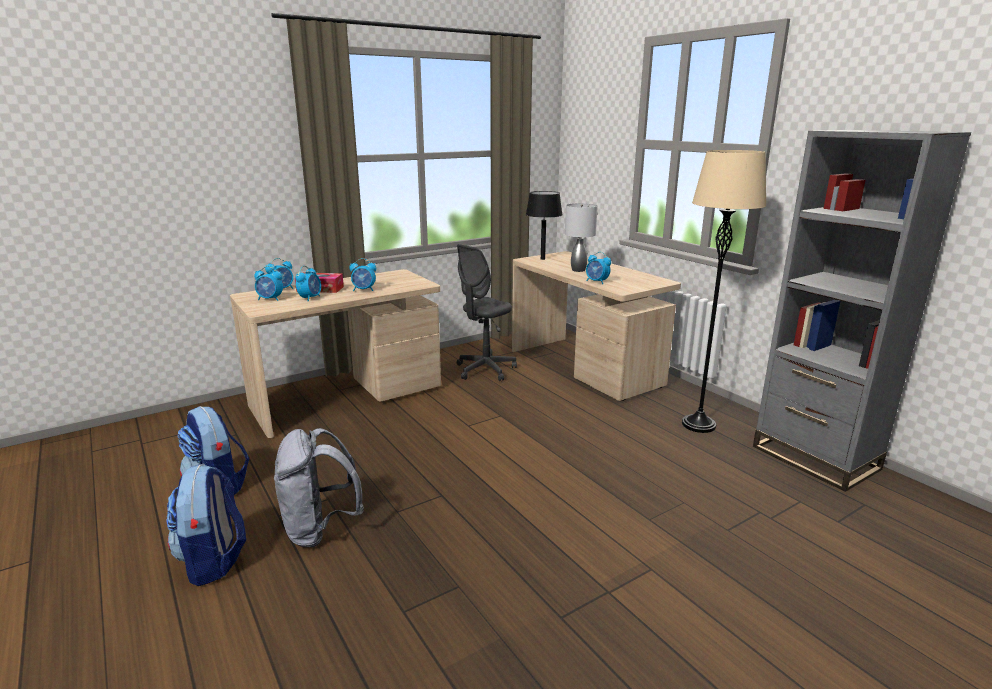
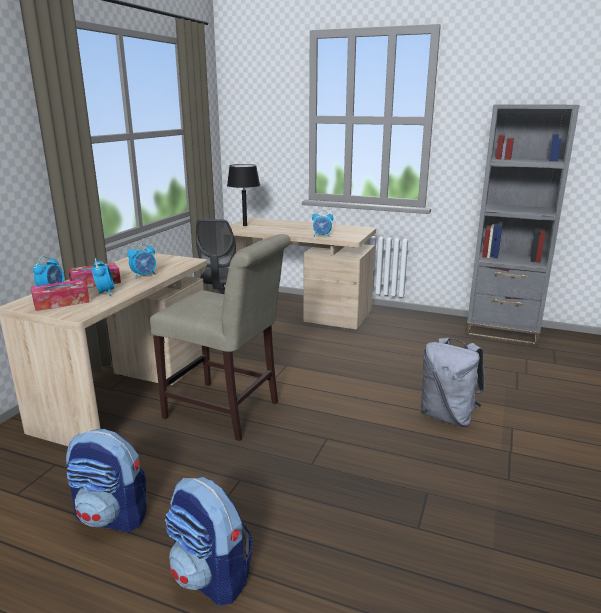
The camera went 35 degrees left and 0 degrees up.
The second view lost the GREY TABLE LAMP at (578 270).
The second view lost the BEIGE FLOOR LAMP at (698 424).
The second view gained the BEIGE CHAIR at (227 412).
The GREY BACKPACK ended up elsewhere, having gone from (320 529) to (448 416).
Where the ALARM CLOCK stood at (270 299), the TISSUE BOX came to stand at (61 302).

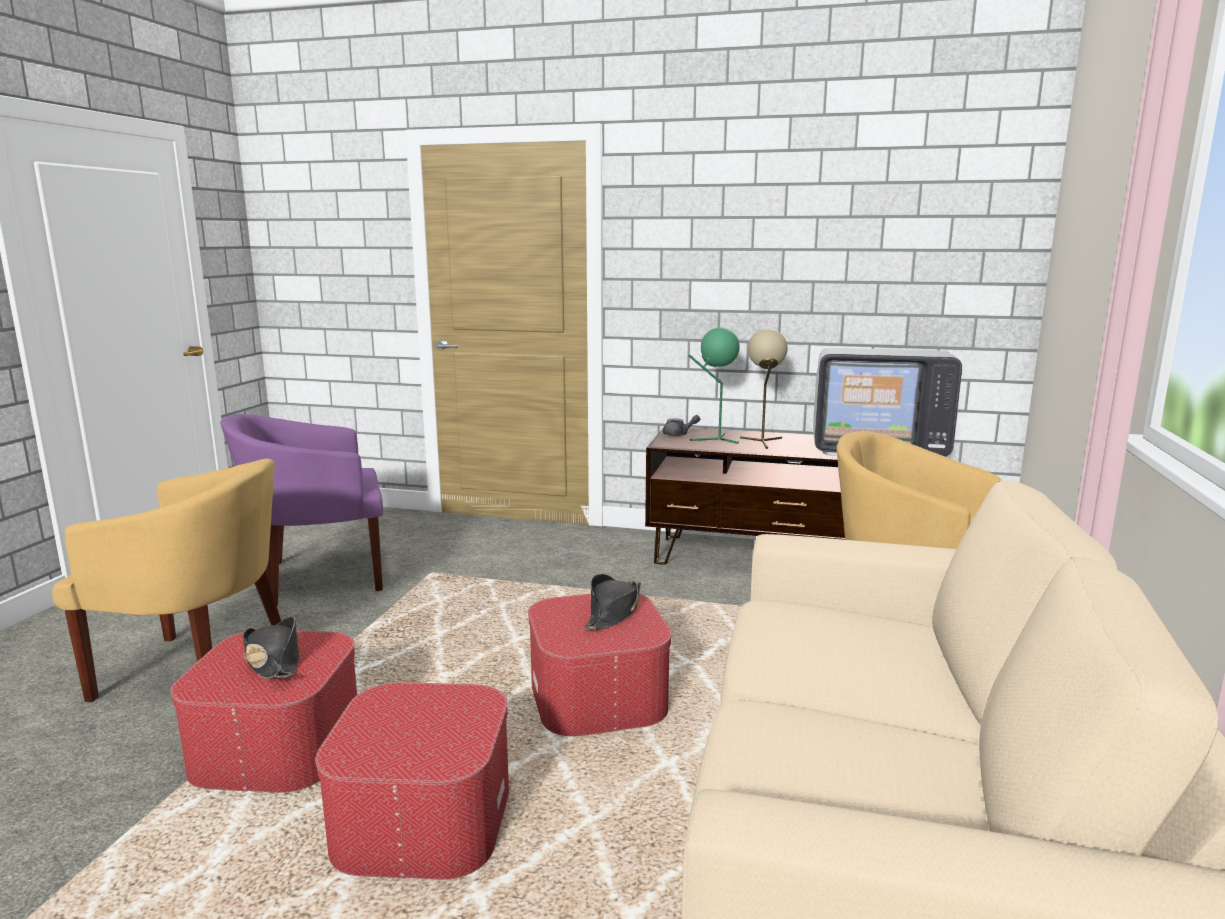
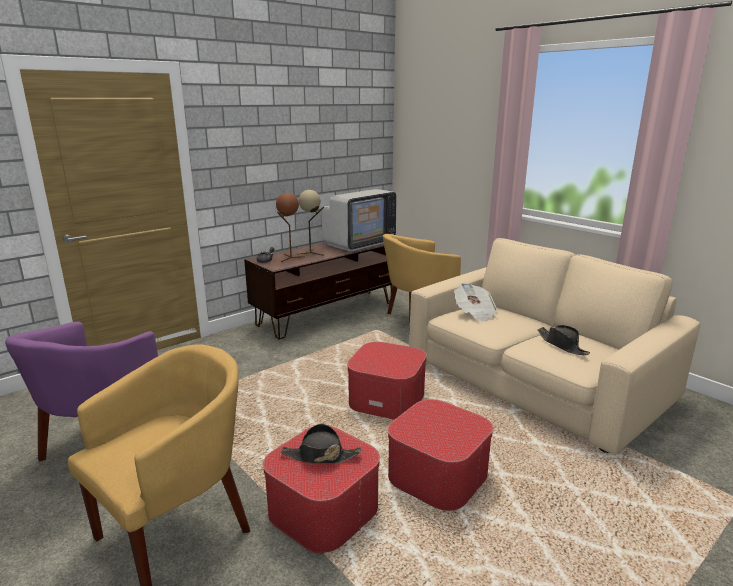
The camera went 55 degrees left and 5 degrees up.
The second view gained the NEWSPAPER at (475 313).
The BLACK HAT ended up elsewhere, having gone from (613 612) to (562 345).
What was the GREEN TABLE LAMP at (715 439) turned into the BROWN TABLE LAMP at (289 258).

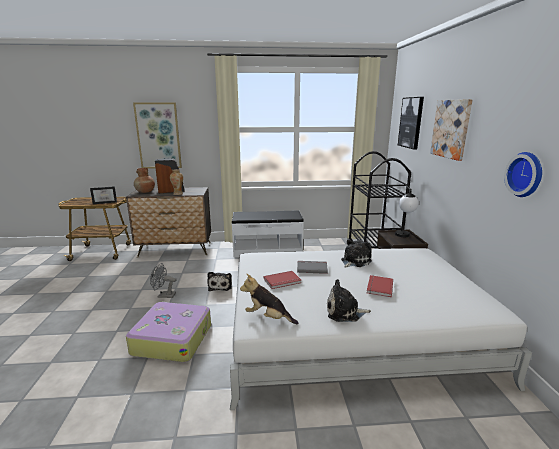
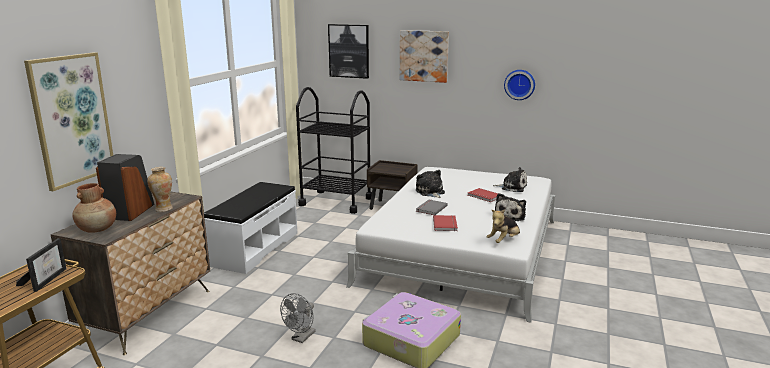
The camera went 65 degrees left and 0 degrees up.
The second view lost the TABLE LAMP at (403 237).
The PLUSH TOY ended up elsewhere, having gone from (220 286) to (512 187).

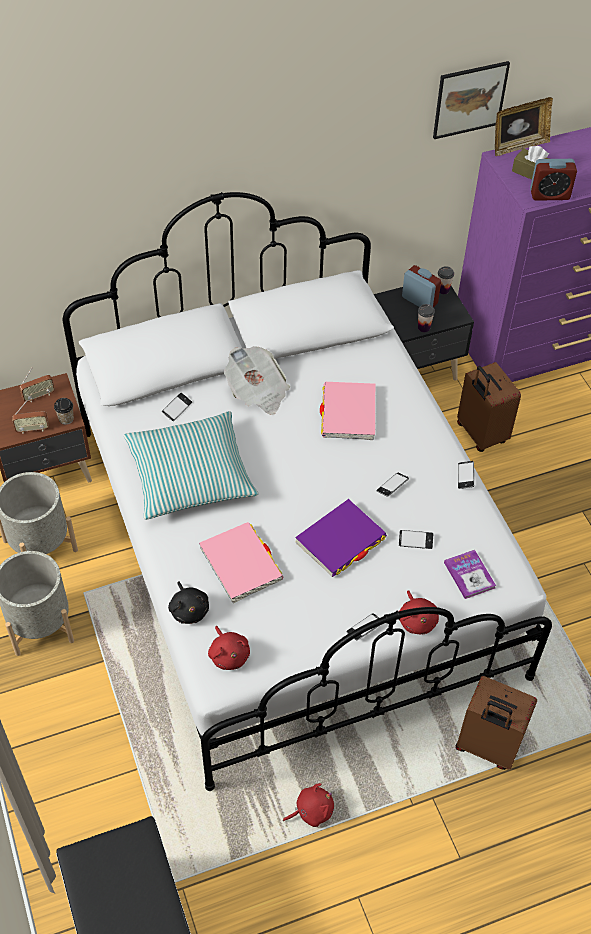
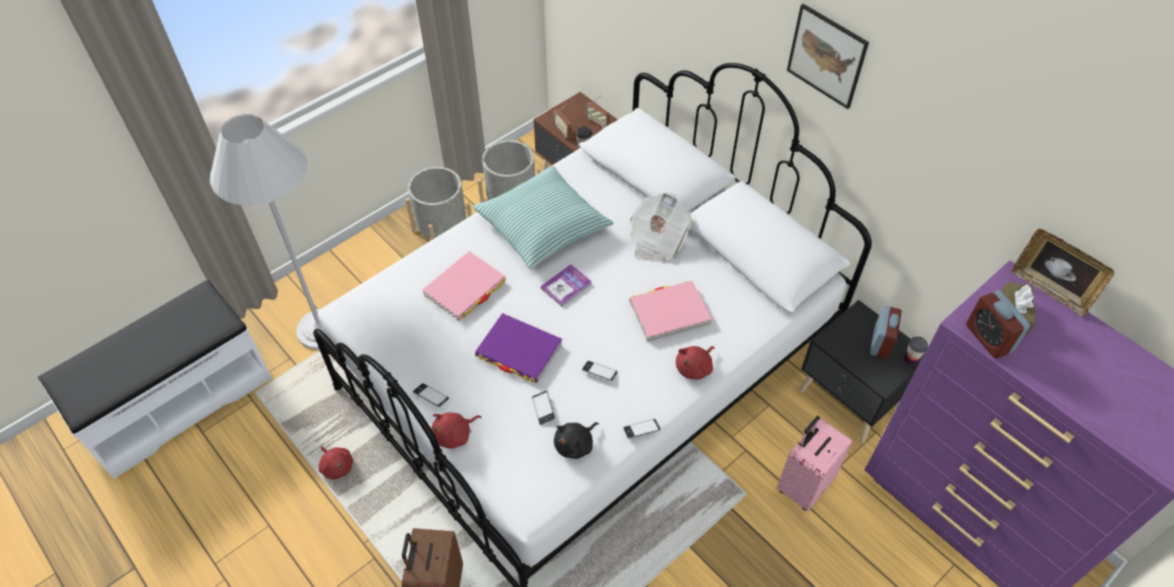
The camera went 70 degrees right and 0 degrees up.
The second view lost the PHONE at (177 409).
The second view lost the CUP at (424 327).
The second view gained the WHITE FLOOR LAMP at (321 329).
The BLACK PLUSH TOY ended up elsewhere, having gone from (189 609) to (575 445).
The RED PLUSH TOY ended up elsewhere, having gone from (229 654) to (695 368).
The PICTURE ended up elsewhere, having gone from (470 99) to (826 56).
The BOOK ended up elsewhere, having gone from (469 575) to (566 286).
What was the BROWN SUITCASE at (480 434) turned into the PINK SUITCASE at (803 485).

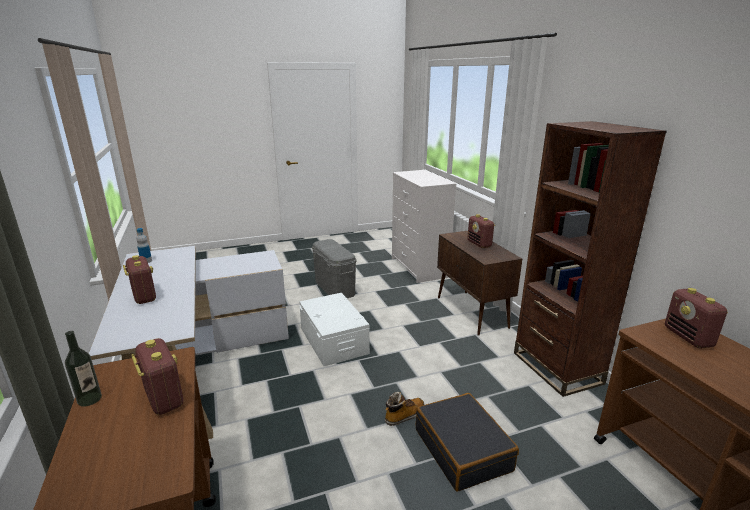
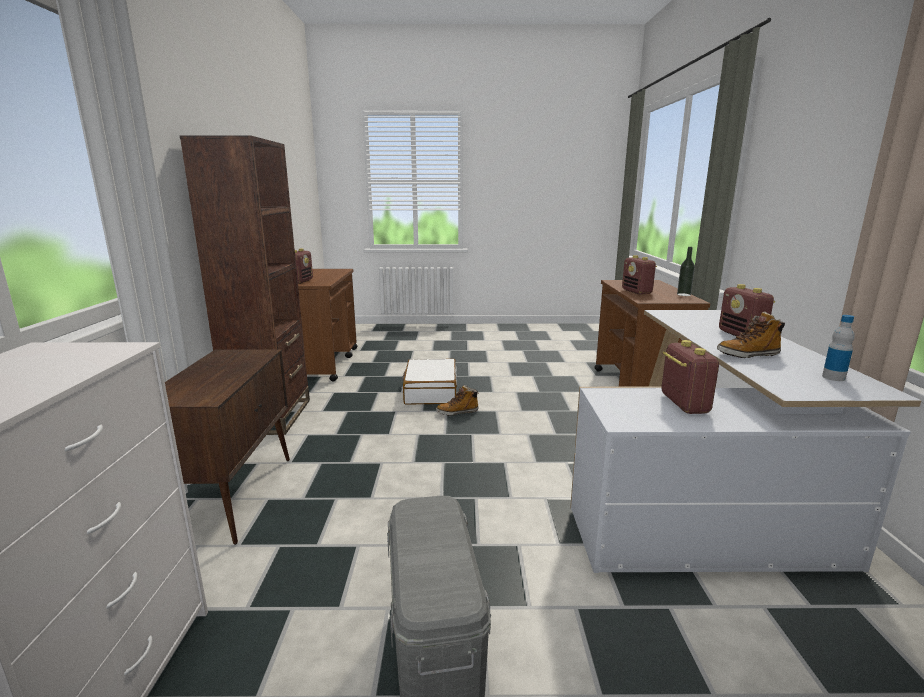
The camera went 160 degrees left and 5 degrees down.
The second view lost the WHITE STORAGE BOX at (333 340).
The second view gained the BOOT at (748 355).
The RADIO ended up elsewhere, having gone from (479 244) to (683 404).
What was the BLACK SUITCASE at (463 449) turned into the WHITE SUITCASE at (430 391).

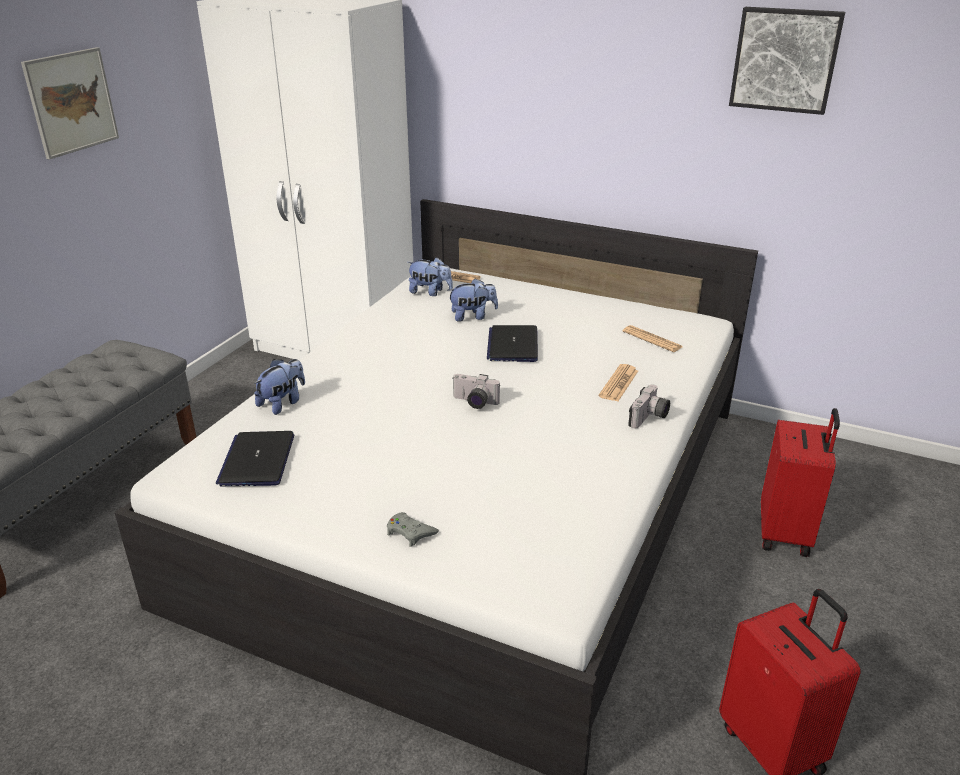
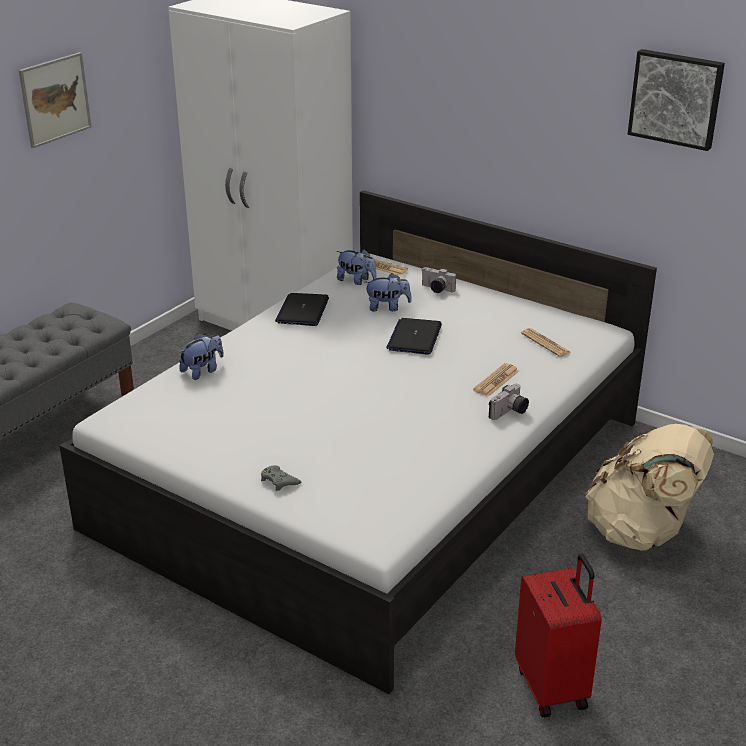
The camera went 10 degrees right and 0 degrees up.
The LAPTOP ended up elsewhere, having gone from (257 460) to (302 311).
The PHOTO CAMERA ended up elsewhere, having gone from (474 403) to (436 289).
Where the RED SUITCASE stood at (786 533), the BEIGE BACKPACK came to stand at (642 532).

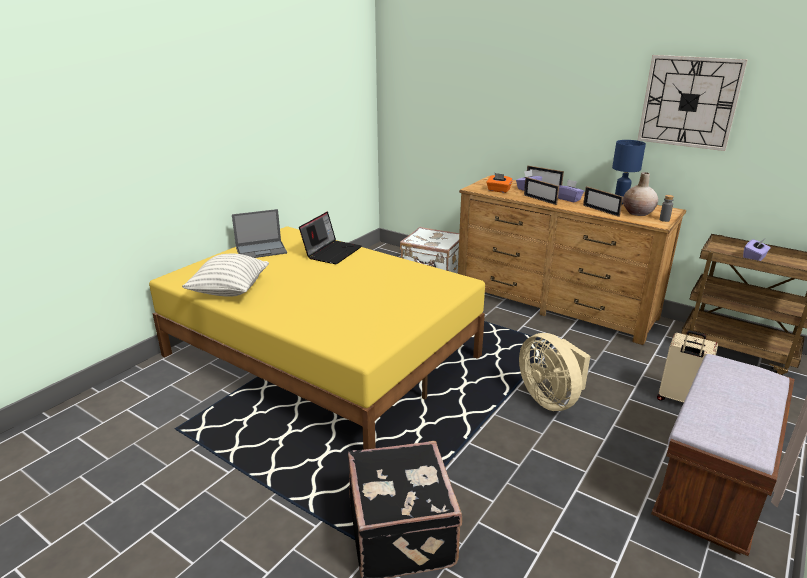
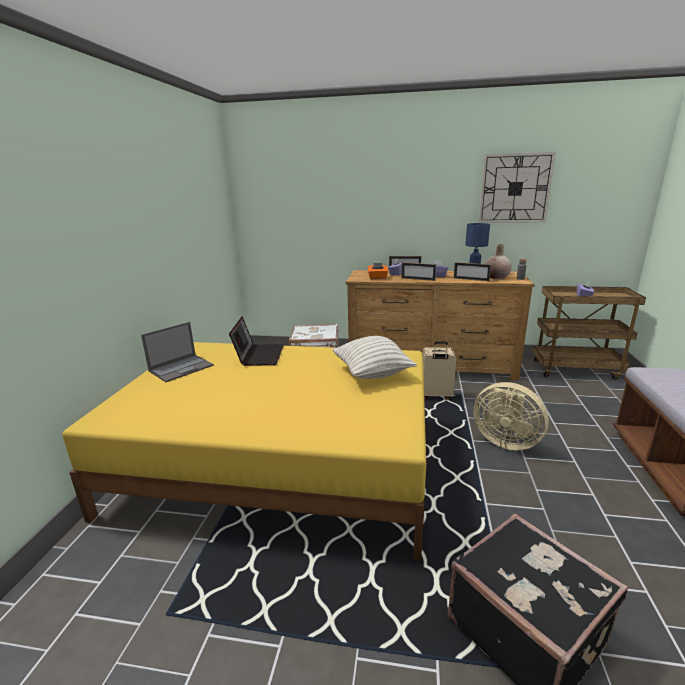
The camera went 25 degrees left and 5 degrees down.
The PILLOW ended up elsewhere, having gone from (230 291) to (372 374).
The BEIGE SUITCASE ended up elsewhere, having gone from (679 400) to (436 396).

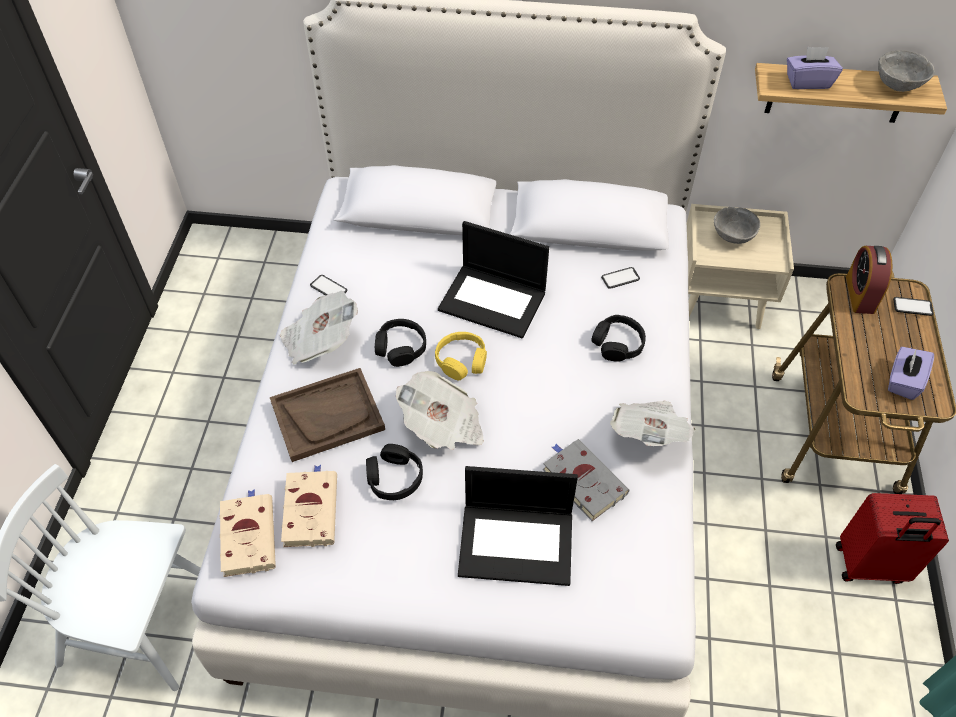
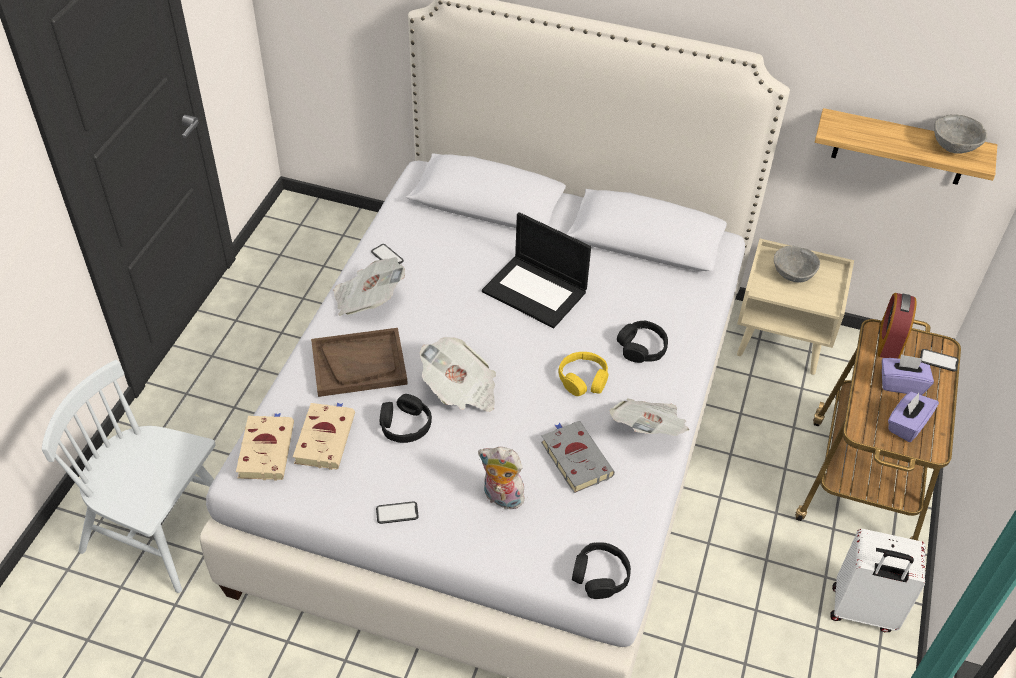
The camera went 10 degrees right and 5 degrees down.
The BLACK HEADPHONES ended up elsewhere, having gone from (400 347) to (600 575).
The YELLOW HEADPHONES ended up elsewhere, having gone from (461 361) to (583 379).
The PHONE ended up elsewhere, having gone from (620 278) to (397 513).
The PURPLE TISSUE BOX ended up elsewhere, having gone from (808 82) to (901 384).
Where the LAPTOP stood at (517 543), the PLUSH TOY came to stand at (501 498).
What was the RED SUITCASE at (870 566) turned into the WHITE SUITCASE at (862 611).

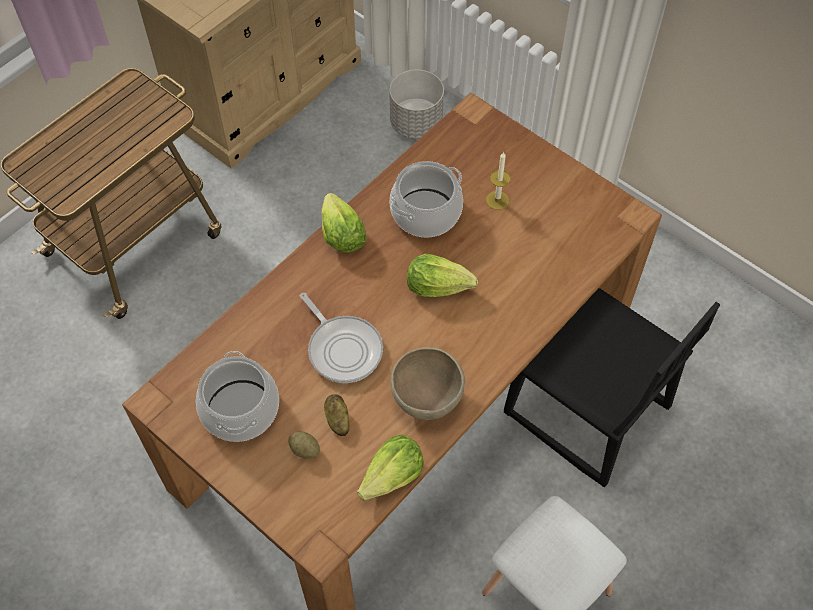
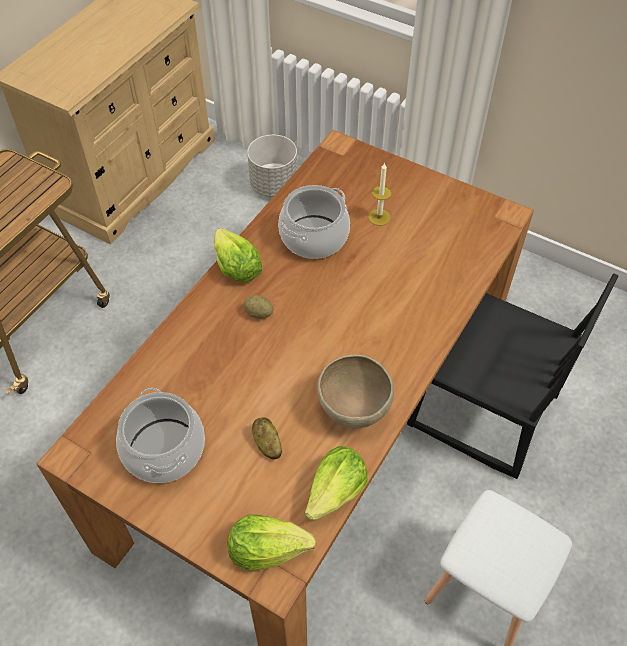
The camera went 10 degrees left and 5 degrees down.
The second view lost the FRYING PAN at (343 348).
The POTATO ended up elsewhere, having gone from (305 449) to (258 313).
The LETTUCE ended up elsewhere, having gone from (438 285) to (268 548).

